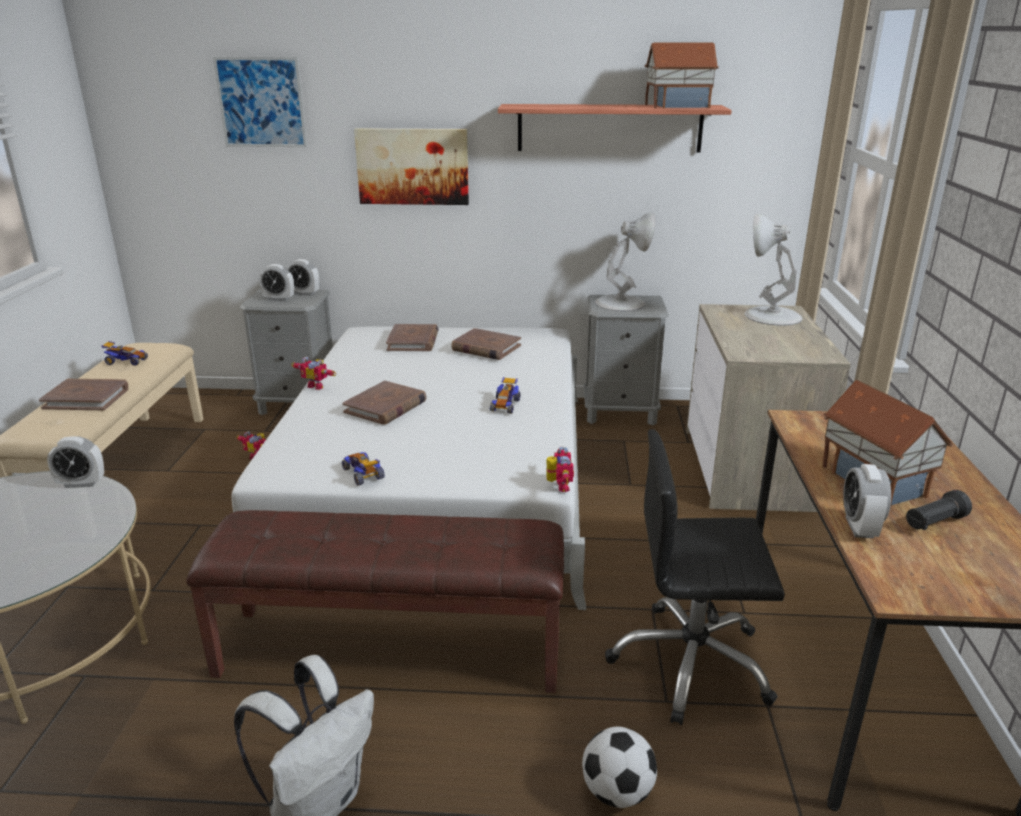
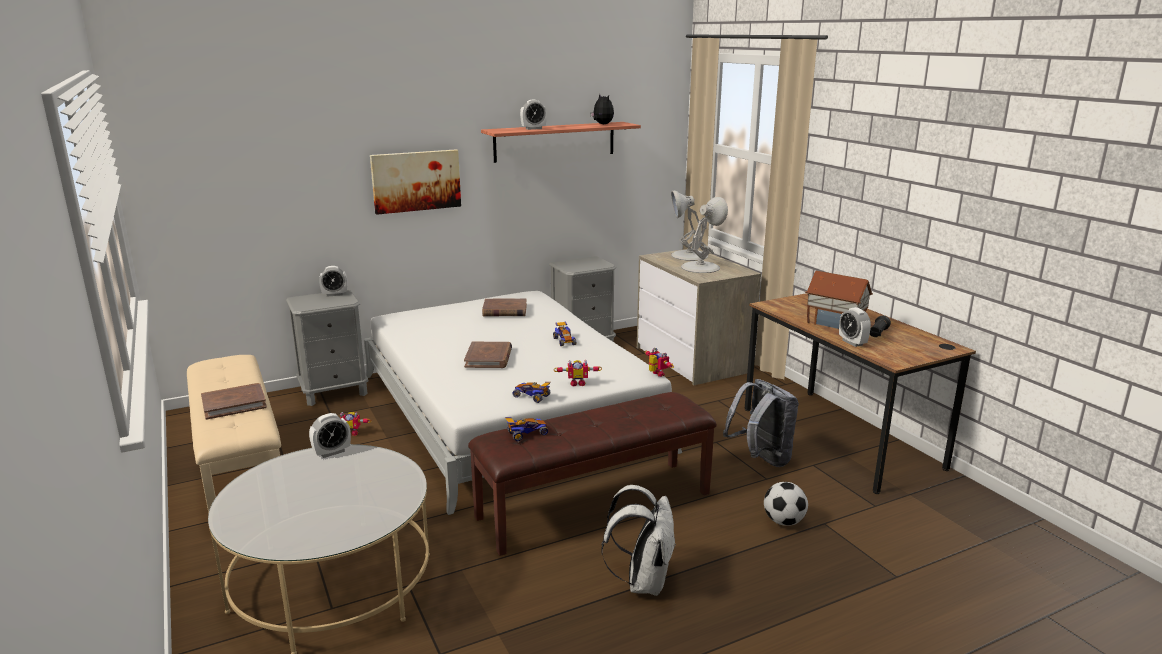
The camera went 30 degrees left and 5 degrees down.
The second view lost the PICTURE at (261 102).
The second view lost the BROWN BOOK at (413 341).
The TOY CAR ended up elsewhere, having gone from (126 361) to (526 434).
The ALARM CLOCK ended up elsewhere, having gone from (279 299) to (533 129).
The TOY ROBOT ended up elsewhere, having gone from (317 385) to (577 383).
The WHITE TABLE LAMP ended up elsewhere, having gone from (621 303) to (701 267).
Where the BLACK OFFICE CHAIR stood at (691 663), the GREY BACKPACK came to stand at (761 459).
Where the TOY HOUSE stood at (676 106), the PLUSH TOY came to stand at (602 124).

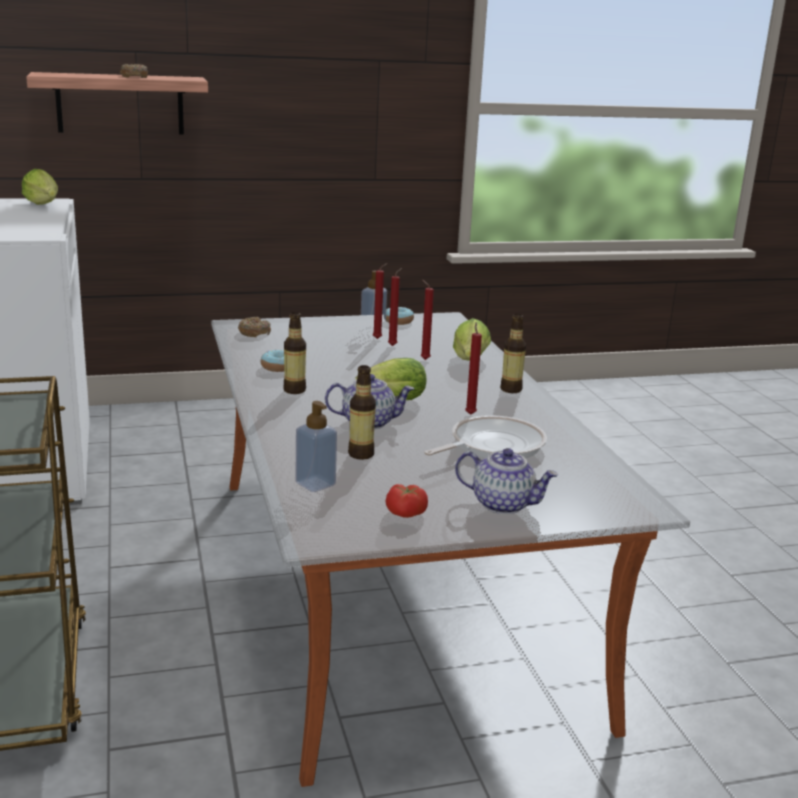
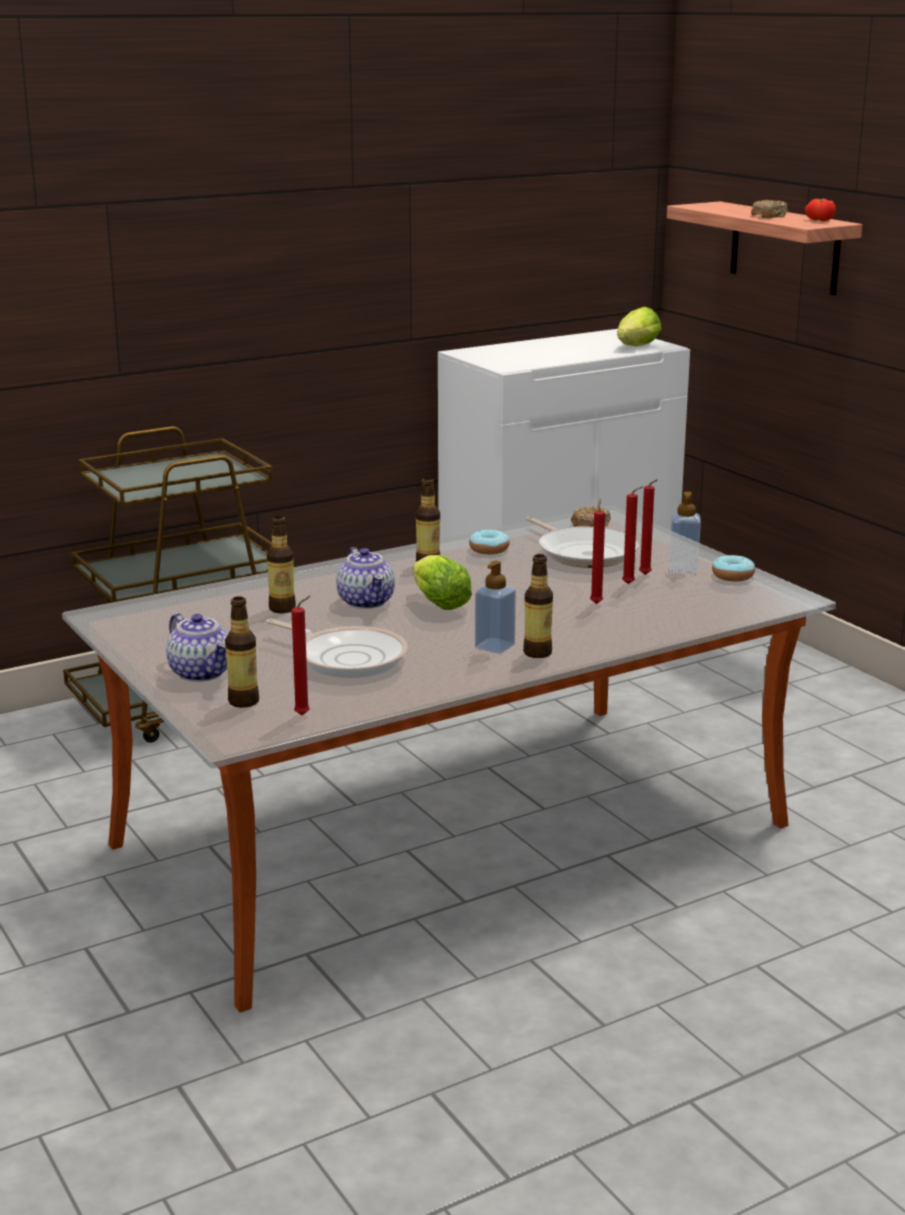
The camera went 75 degrees right and 0 degrees up.
The second view lost the LETTUCE at (469 361).
The second view gained the BOTTLE at (244 701).
The second view gained the FRYING PAN at (584 553).
The SOAP DISPENSER ended up elsewhere, having gone from (315 484) to (494 647).
The TOMATO ended up elsewhere, having gone from (406 513) to (819 220).
The RED CANDLE ended up elsewhere, having gone from (470 414) to (304 715).
The TEAPOT at (503 504) ended up facing another way, 45 degrees counterclockwise from before.

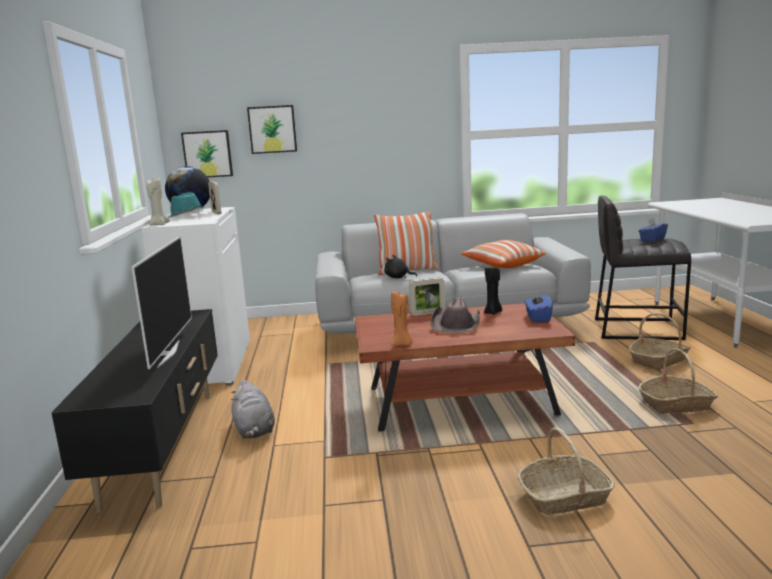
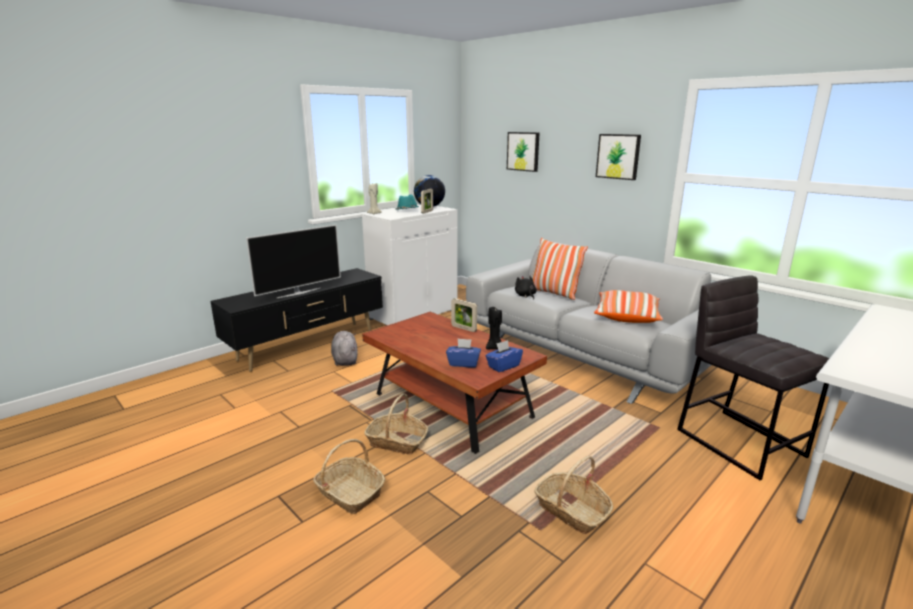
The camera went 50 degrees right and 5 degrees up.
The second view lost the ORANGE CANDLE at (402 344).
The second view lost the BROWN HAT at (456 324).
The PICTURE ended up elsewhere, having gone from (207 154) to (618 156).
The BASKET ended up elsewhere, having gone from (658 360) to (397 441).
The BLUE TISSUE BOX ended up elsewhere, having gone from (652 239) to (463 363).
The GREY PLUSH TOY at (254 431) ended up facing another way, 135 degrees clockwise from before.

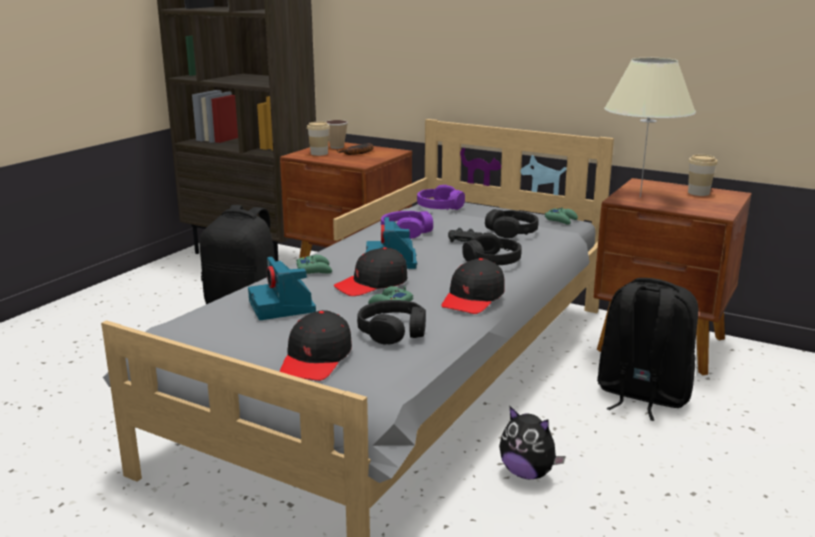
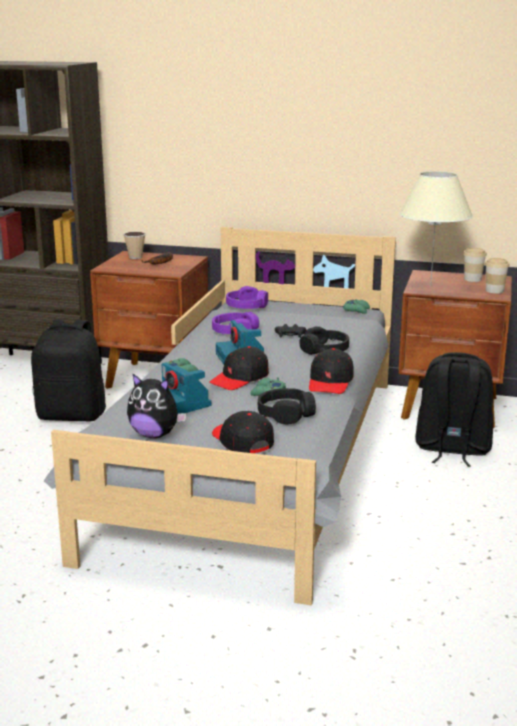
The camera went 15 degrees left and 0 degrees up.
The second view lost the BLACK HEADPHONES at (511 231).
The CUP ended up elsewhere, having gone from (319 153) to (494 291).
The PLUSH TOY ended up elsewhere, having gone from (527 473) to (155 435).
The BLACK CAP at (316 359) ended up facing another way, 150 degrees clockwise from before.

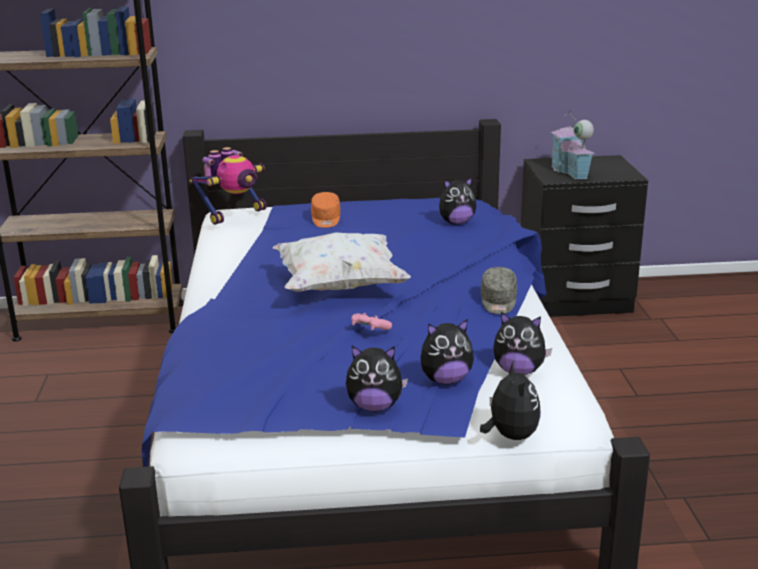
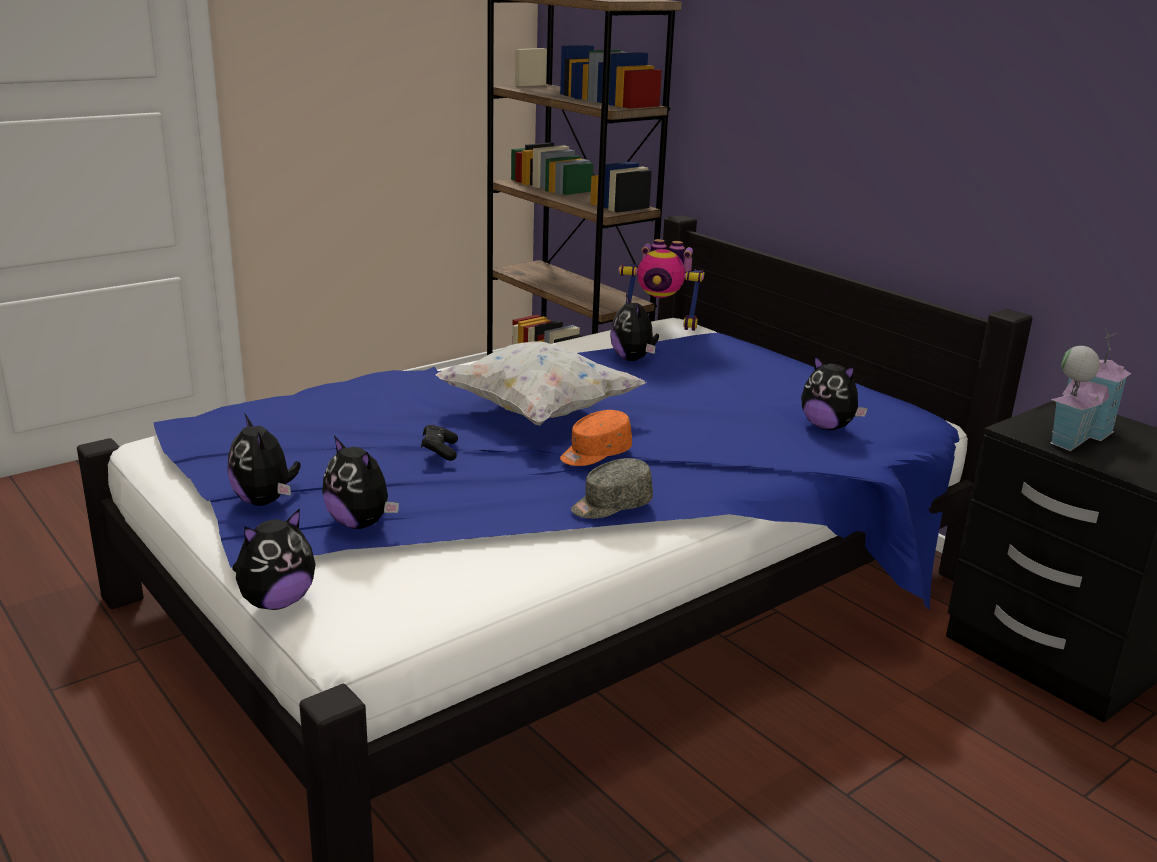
The camera went 55 degrees right and 0 degrees up.
The ORANGE CAP ended up elsewhere, having gone from (326 219) to (595 454).
The PLUSH TOY ended up elsewhere, having gone from (519 371) to (633 359).
What was the PINK GAME CONTROLLER at (369 329) turned into the BLACK GAME CONTROLLER at (439 451).

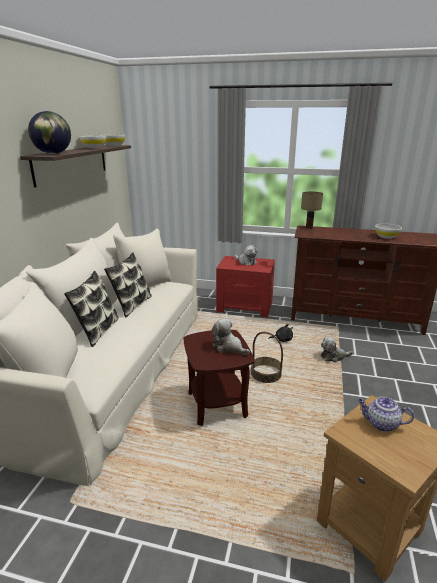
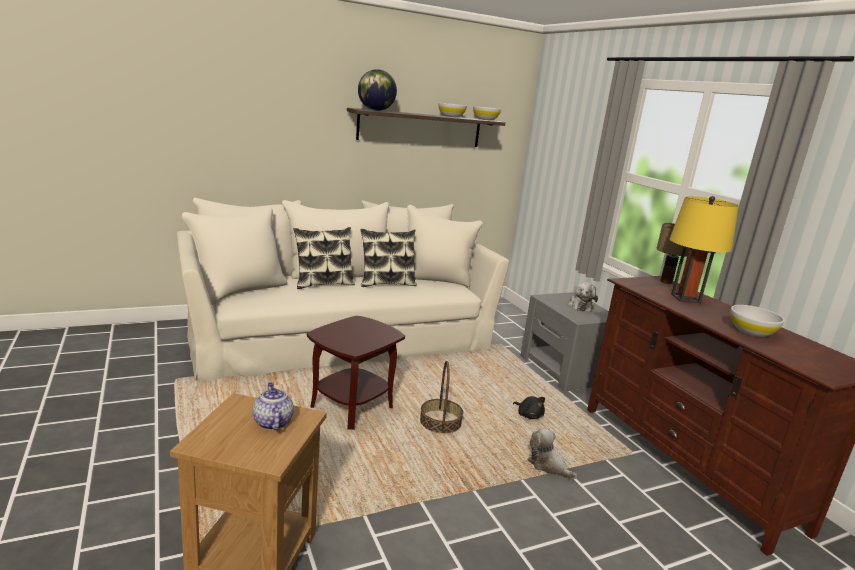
The camera went 50 degrees right and 5 degrees down.
The second view lost the PLUSH TOY at (228 347).
The second view gained the YELLOW TABLE LAMP at (685 298).
What was the RED NIGHTSTAND at (245 306) turned into the GREY NIGHTSTAND at (564 370).

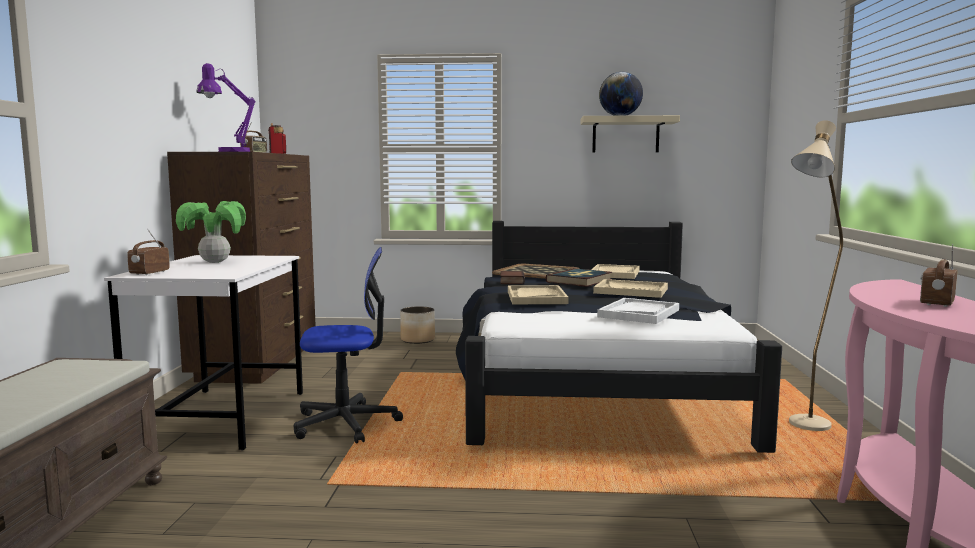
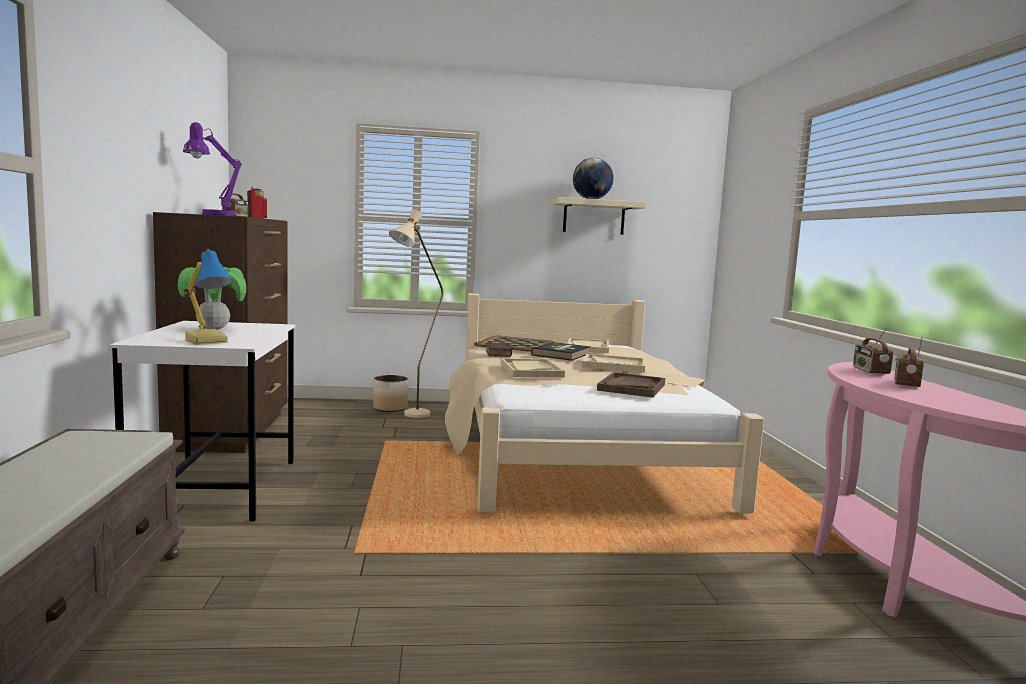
The camera went 10 degrees left and 0 degrees up.
The second view lost the OFFICE CHAIR at (346 423).
The second view gained the TABLE LAMP at (207 341).
The RADIO ended up elsewhere, having gone from (149 273) to (870 371).
The BEIGE FLOOR LAMP ended up elsewhere, having gone from (805 429) to (410 416).
What was the BLACK BED at (594 383) turned into the BEIGE BED at (574 451).
What was the WHITE TRAY at (639 313) turned into the BROWN TRAY at (631 387).

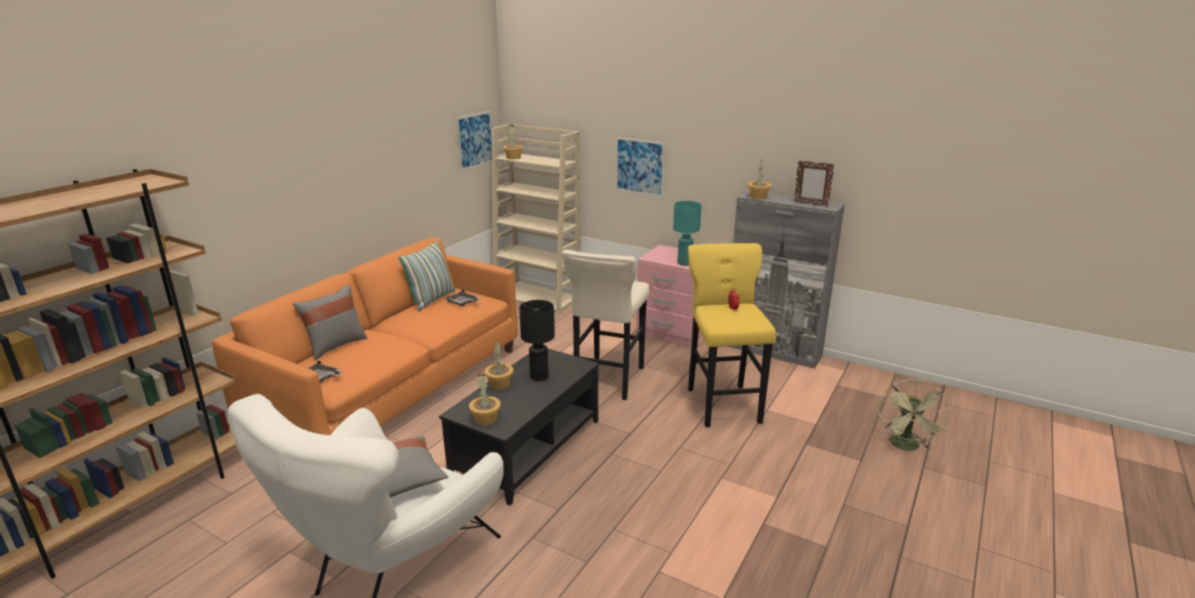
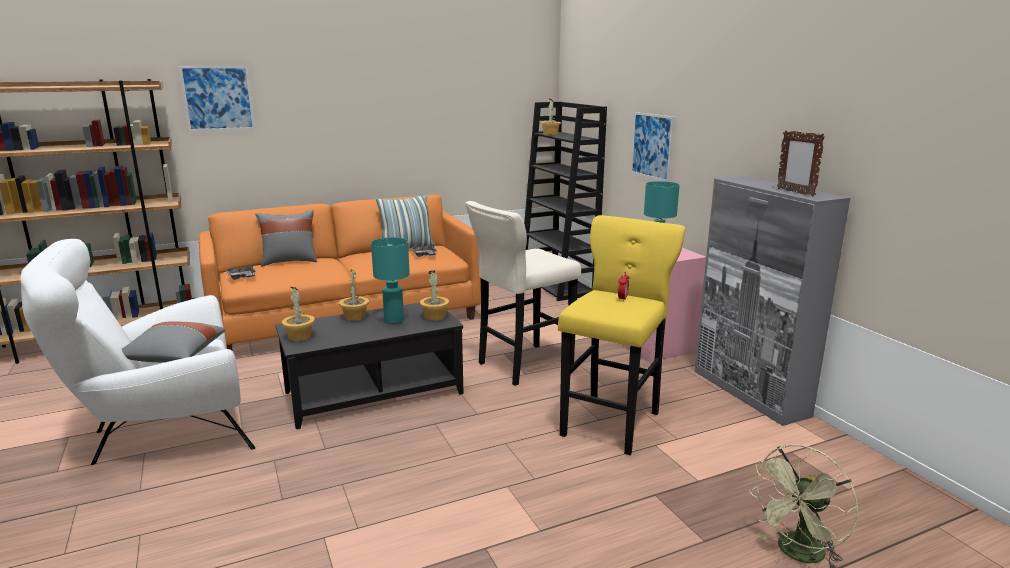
The camera went 35 degrees right and 5 degrees down.
The PICTURE ended up elsewhere, having gone from (475 140) to (218 98).
The POTTED PLANT ended up elsewhere, having gone from (758 197) to (435 316).
What was the BEIGE BOOKCASE at (538 297) turned into the BLACK BOOKCASE at (558 285).
What was the BLACK TABLE LAMP at (538 377) turned into the TURQUOISE TABLE LAMP at (393 320).

